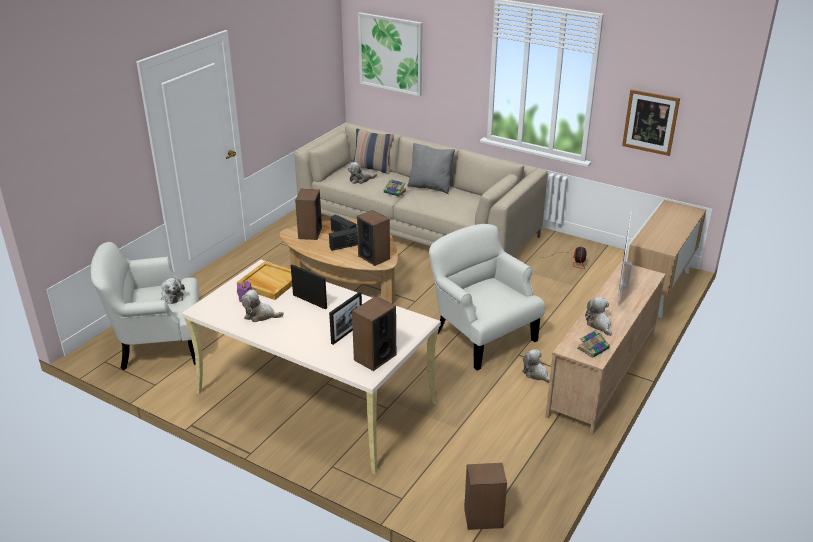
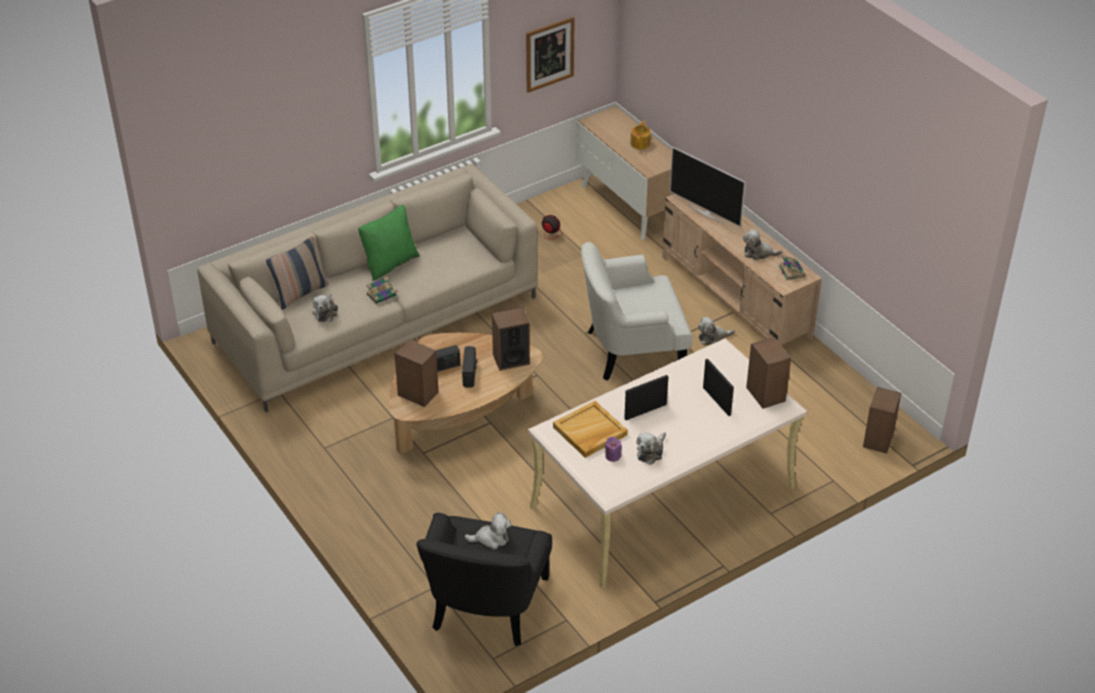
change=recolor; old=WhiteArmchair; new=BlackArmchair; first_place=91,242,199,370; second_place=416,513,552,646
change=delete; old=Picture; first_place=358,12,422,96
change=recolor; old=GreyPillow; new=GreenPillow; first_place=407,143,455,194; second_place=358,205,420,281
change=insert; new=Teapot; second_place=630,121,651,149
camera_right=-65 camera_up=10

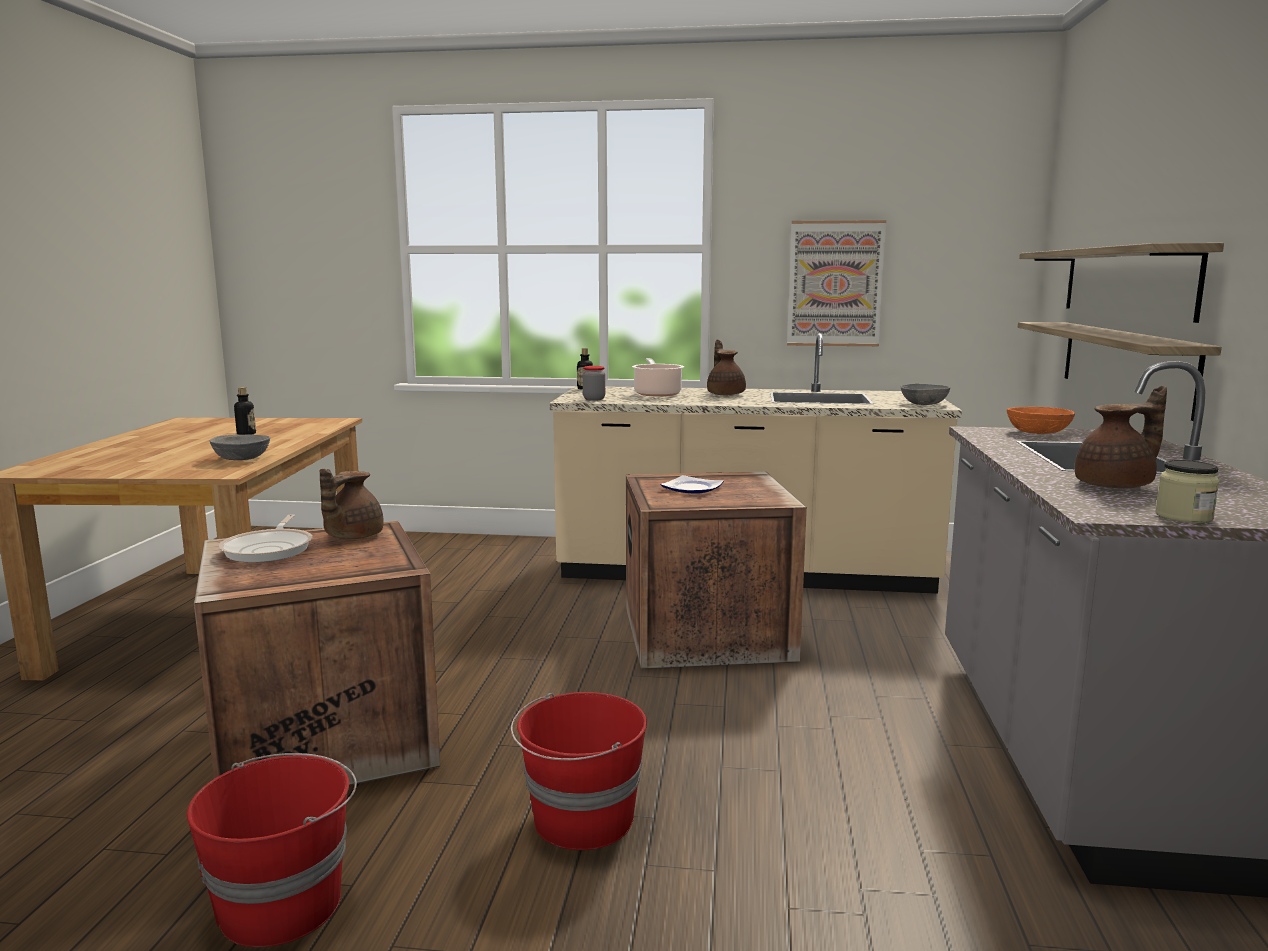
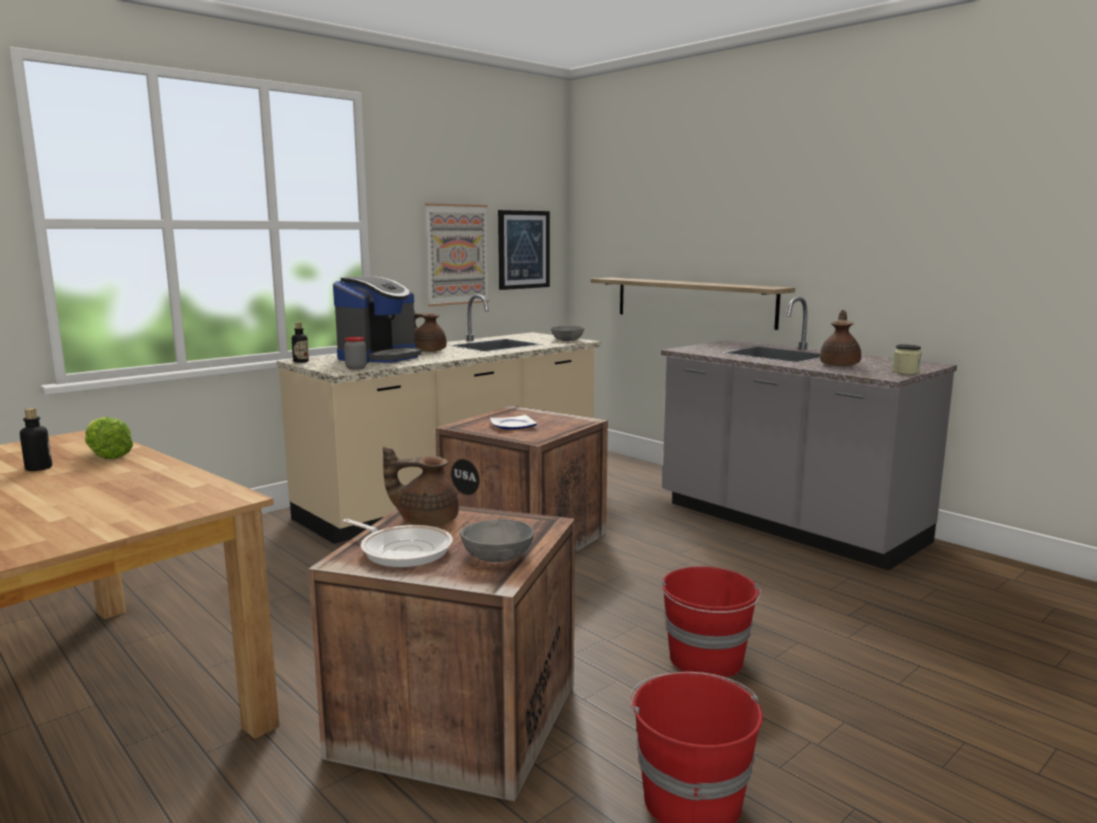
change=move; old=GreyBowl; first_place=210,435,270,460; second_place=460,519,534,562
change=rotate; old=BrownTeapot; first_place=320,469,384,539; second_place=383,447,459,526; degrees=120
change=replace; old=CookingPot; new=CoffeeMachine; first_place=632,358,684,397; second_place=333,276,422,363
change=delete; old=OrangeBowl; first_place=1007,407,1075,434
change=delete; old=Shelf; first_place=1019,243,1224,323
change=insert; new=Lettuce; second_place=85,417,133,459
change=insert; new=Picture; second_place=498,210,550,290
camera_right=-50 camera_up=0

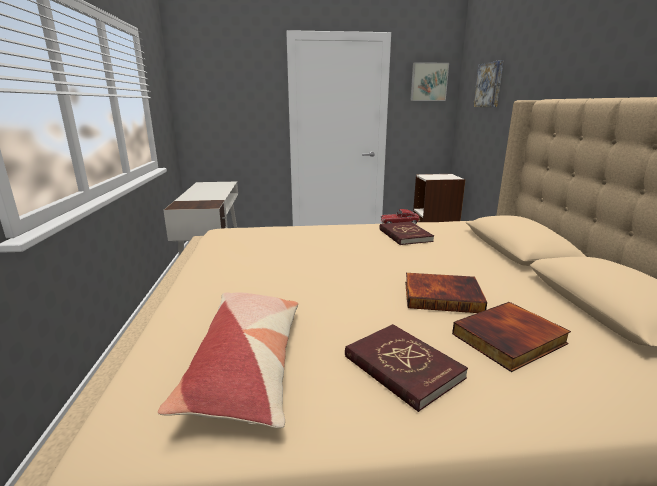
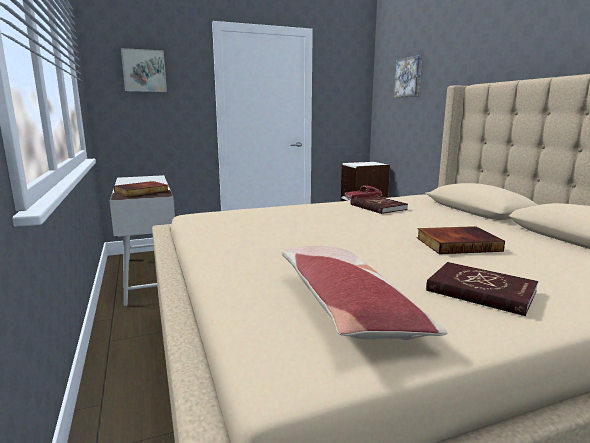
change=move; old=Picture; first_place=410,62,449,101; second_place=121,48,167,92
change=move; old=Book; first_place=452,302,571,372; second_place=114,181,169,197
camera_right=-15 camera_up=-5

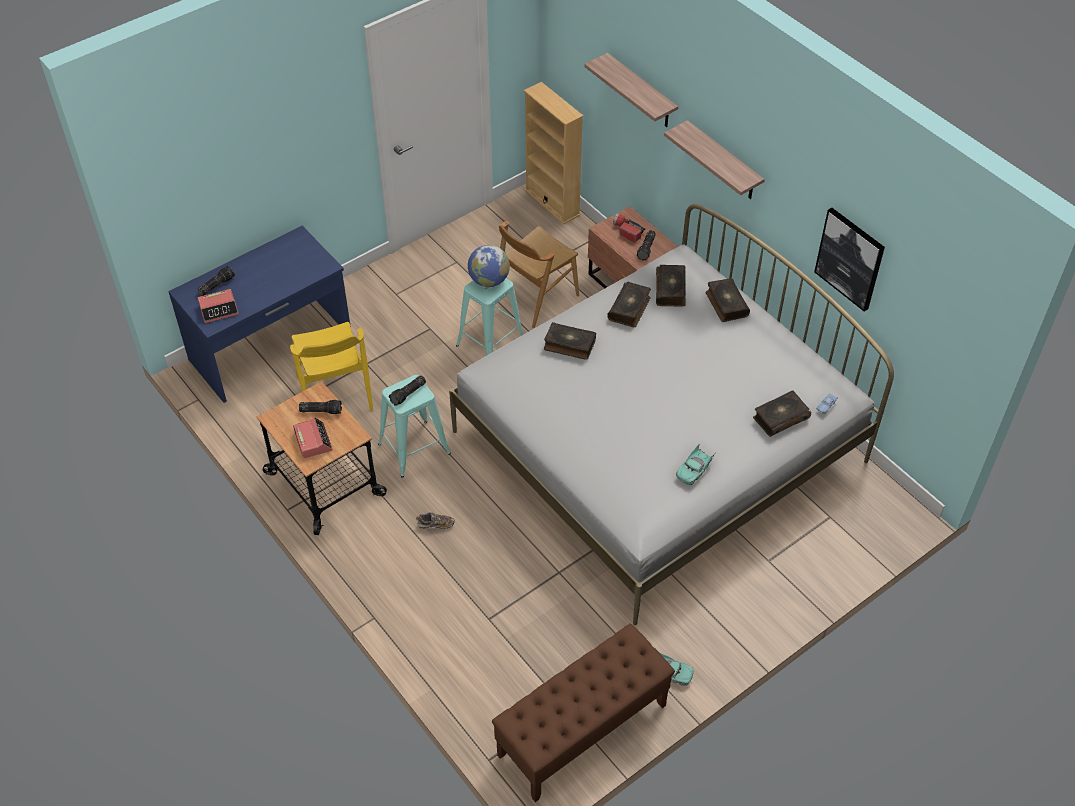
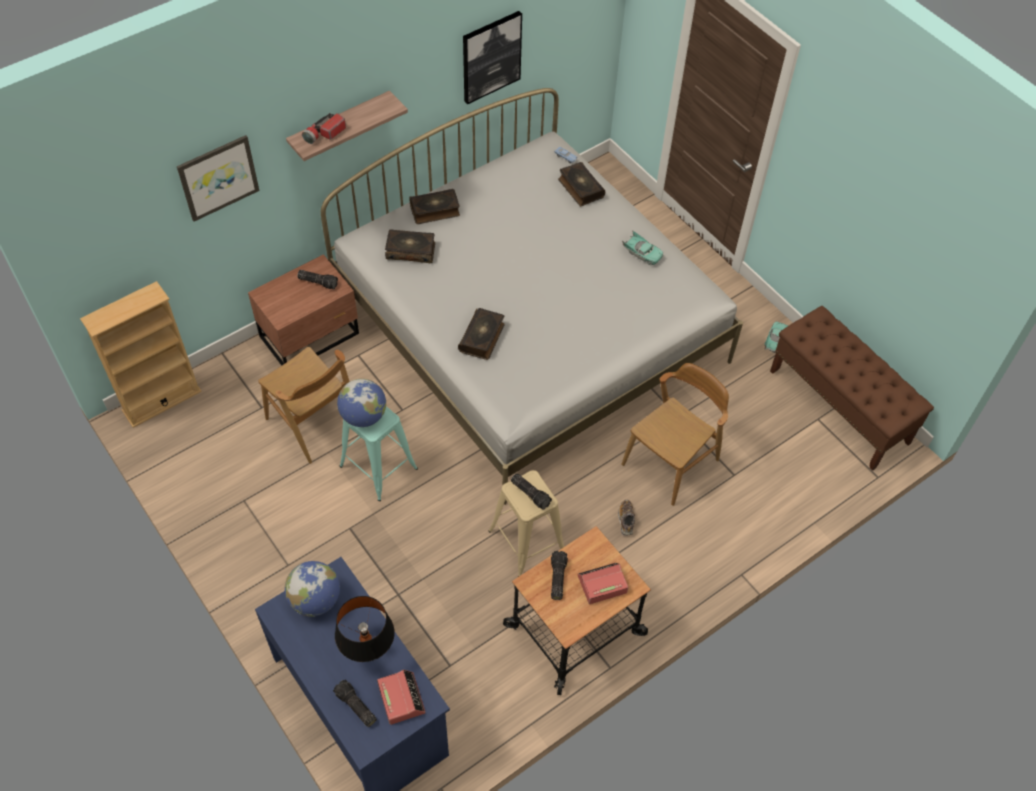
change=delete; old=YellowChair; first_place=290,322,373,411
change=recolor; old=TurquoiseStool; new=BeigeStool; first_place=378,375,451,477; second_place=488,470,564,577
change=replace; old=Shelf; new=Picture; first_place=584,53,678,127; second_place=177,135,260,222
change=delete; old=Book; first_place=607,282,651,327
change=move; old=Flashlight; first_place=613,213,646,242; second_place=302,113,346,144
change=insert; new=Globe; second_place=285,561,340,617
change=insert; new=BlackTableLamp; second_place=335,596,395,662
change=insert; new=BrownChair; second_place=622,363,729,506
camera_right=-90 camera_up=5

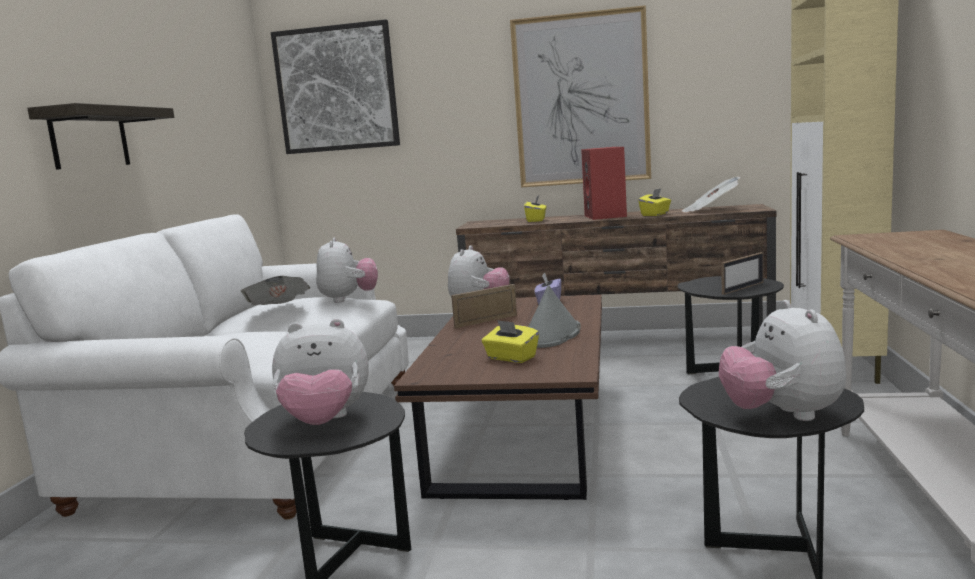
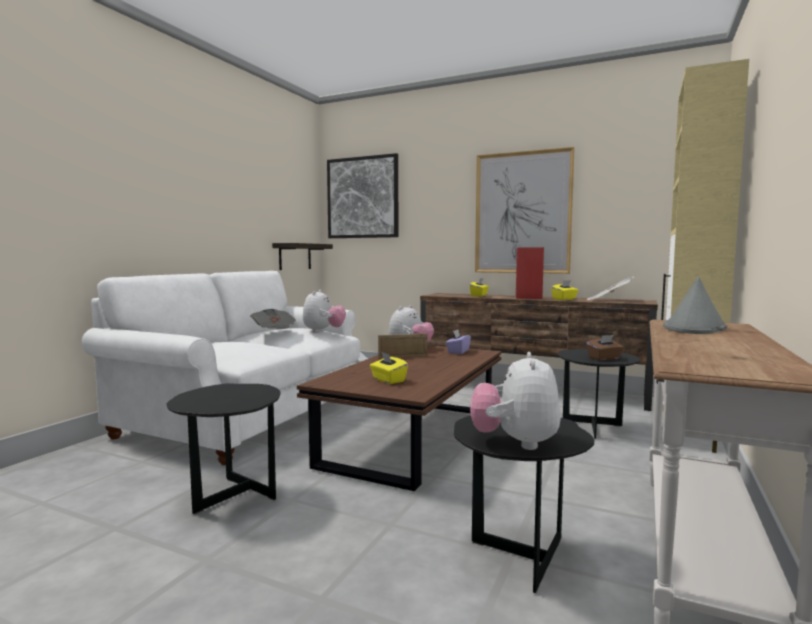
change=move; old=Shelf; first_place=27,103,174,170; second_place=272,243,333,270
change=delete; old=PlushToy; first_place=272,319,369,425
change=move; old=GreyHat; first_place=528,285,581,348; second_place=663,277,727,334
change=replace; old=PictureFrame; new=BrownTissueBox; first_place=721,252,763,295; second_place=586,335,624,361
camera_right=15 camera_up=-5

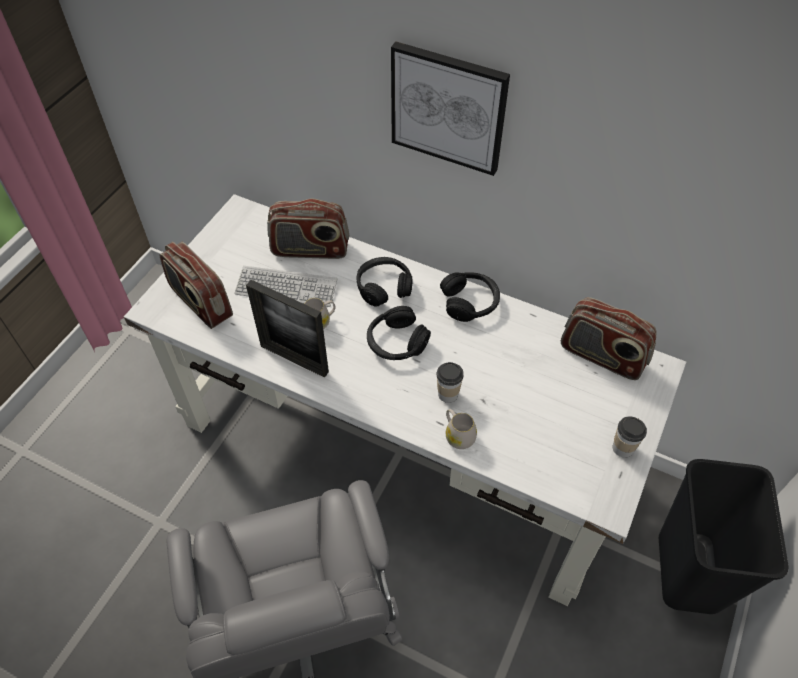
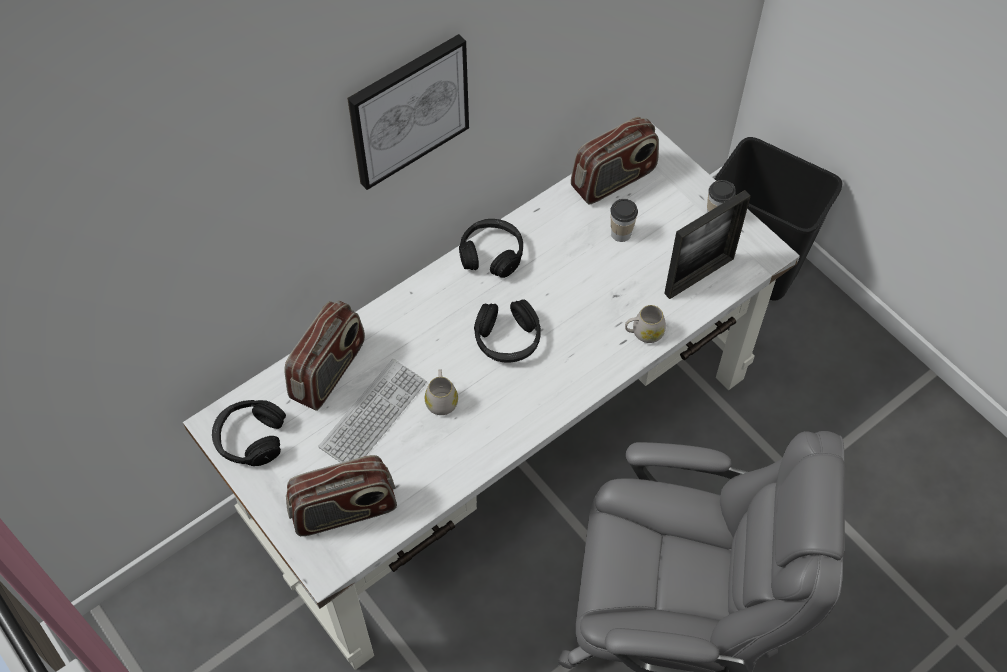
change=move; old=PictureFrame; first_place=246,280,329,378; second_place=664,190,751,299
change=move; old=BlackHeadphones; first_place=356,257,413,307; second_place=212,400,286,466
change=move; old=Cup; first_place=436,362,464,403; second_place=610,199,638,242
camera_right=-65 camera_up=5

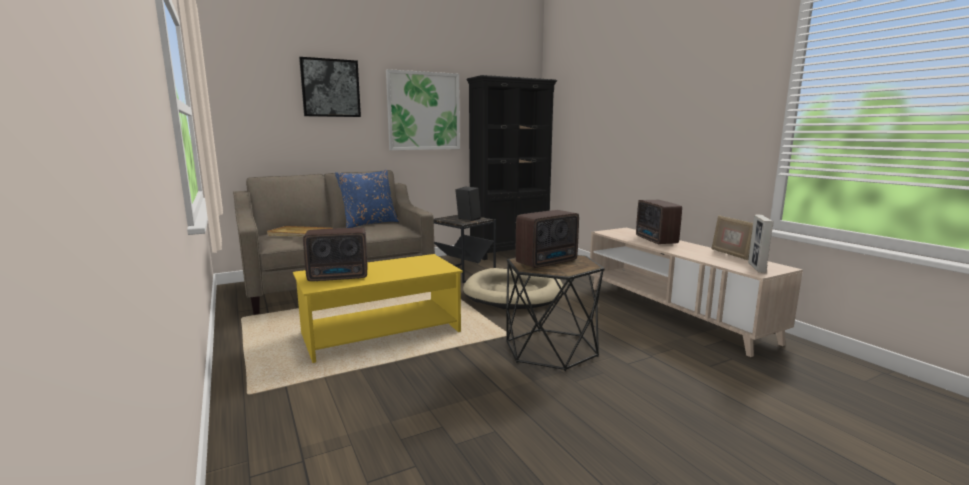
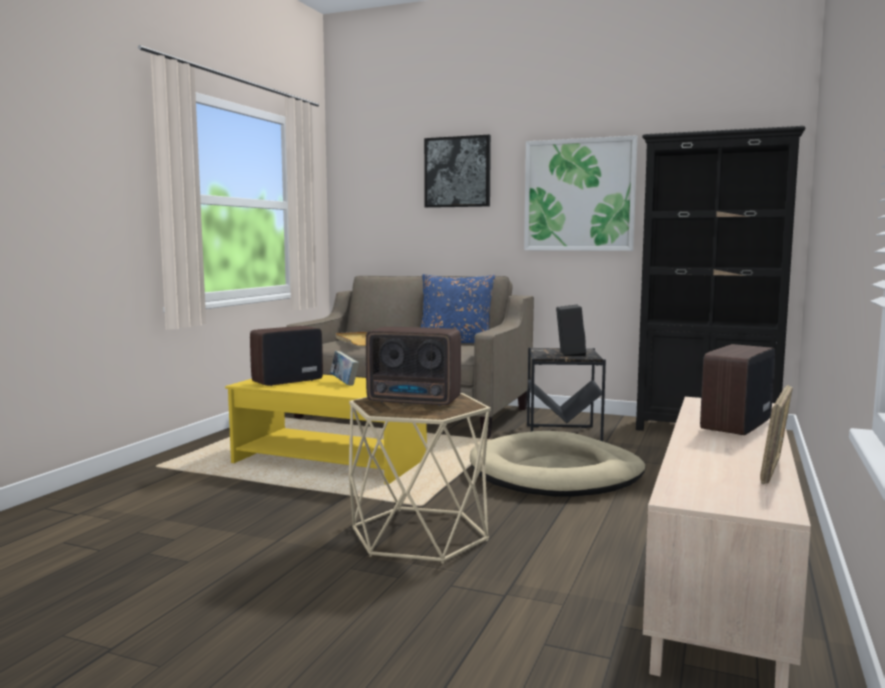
change=rotate; old=Radio; first_place=303,228,368,281; second_place=250,326,323,386; degrees=105
change=recolor; old=BlackSideTable; new=BeigeSideTable; first_place=506,255,605,371; second_place=349,393,491,564
change=delete; old=PictureFrame; first_place=748,215,774,273
change=insert; new=Book; second_place=330,351,359,386
camera_right=50 camera_up=-5

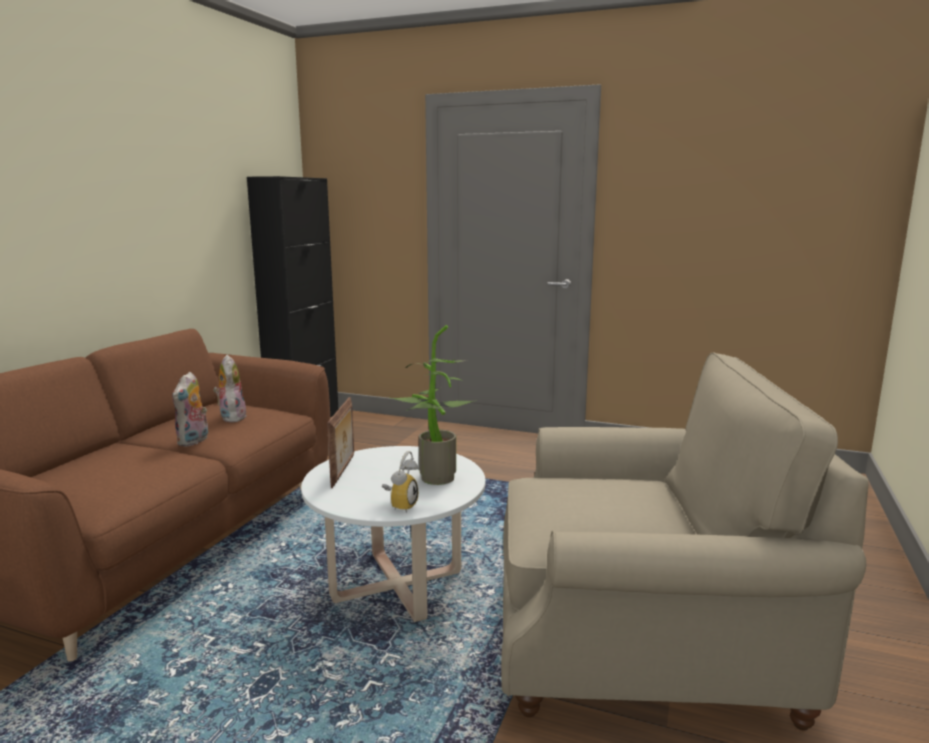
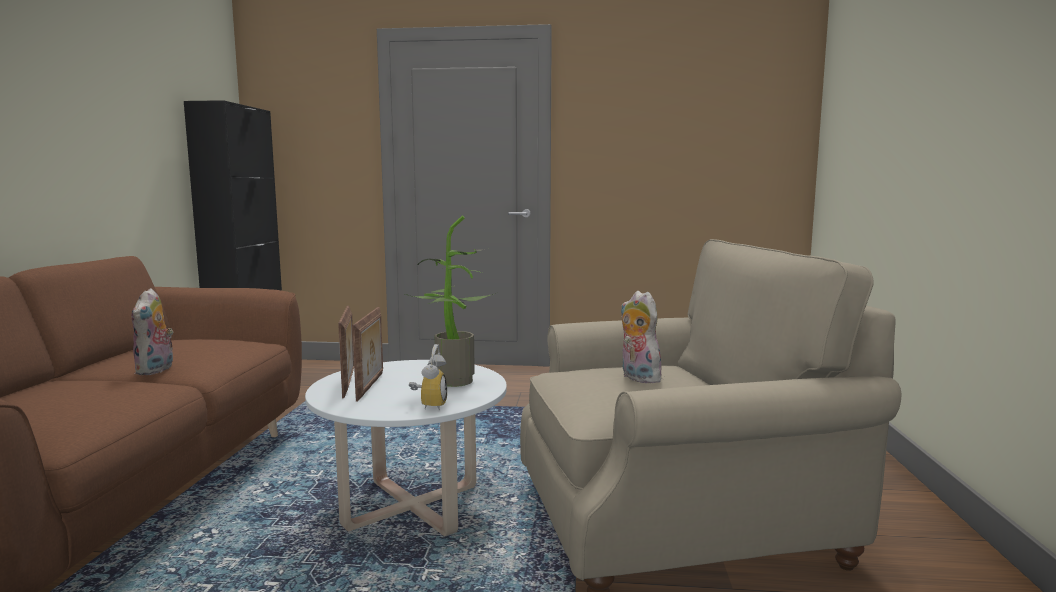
change=move; old=PlushToy; first_place=213,355,247,422; second_place=620,291,662,383
change=insert; new=PictureFrame; second_place=352,307,383,402
camera_right=-15 camera_up=-5

